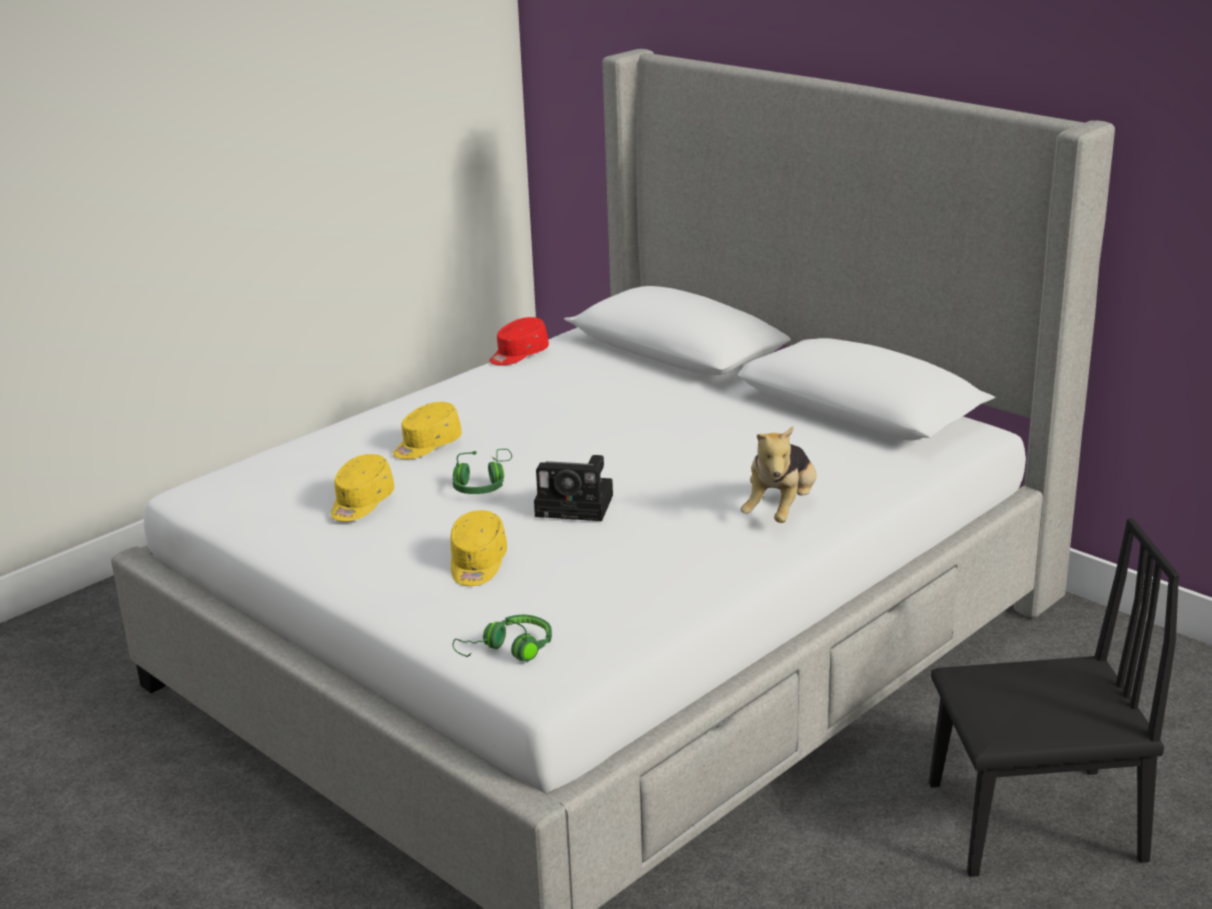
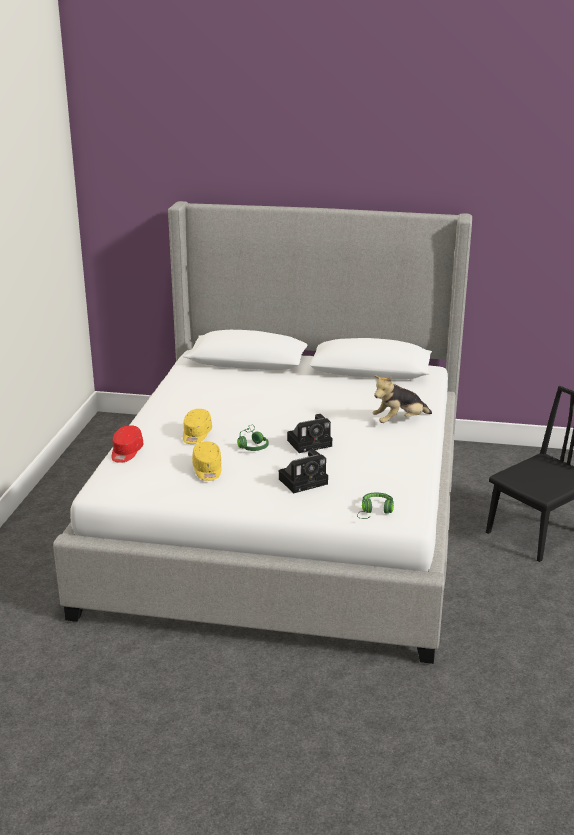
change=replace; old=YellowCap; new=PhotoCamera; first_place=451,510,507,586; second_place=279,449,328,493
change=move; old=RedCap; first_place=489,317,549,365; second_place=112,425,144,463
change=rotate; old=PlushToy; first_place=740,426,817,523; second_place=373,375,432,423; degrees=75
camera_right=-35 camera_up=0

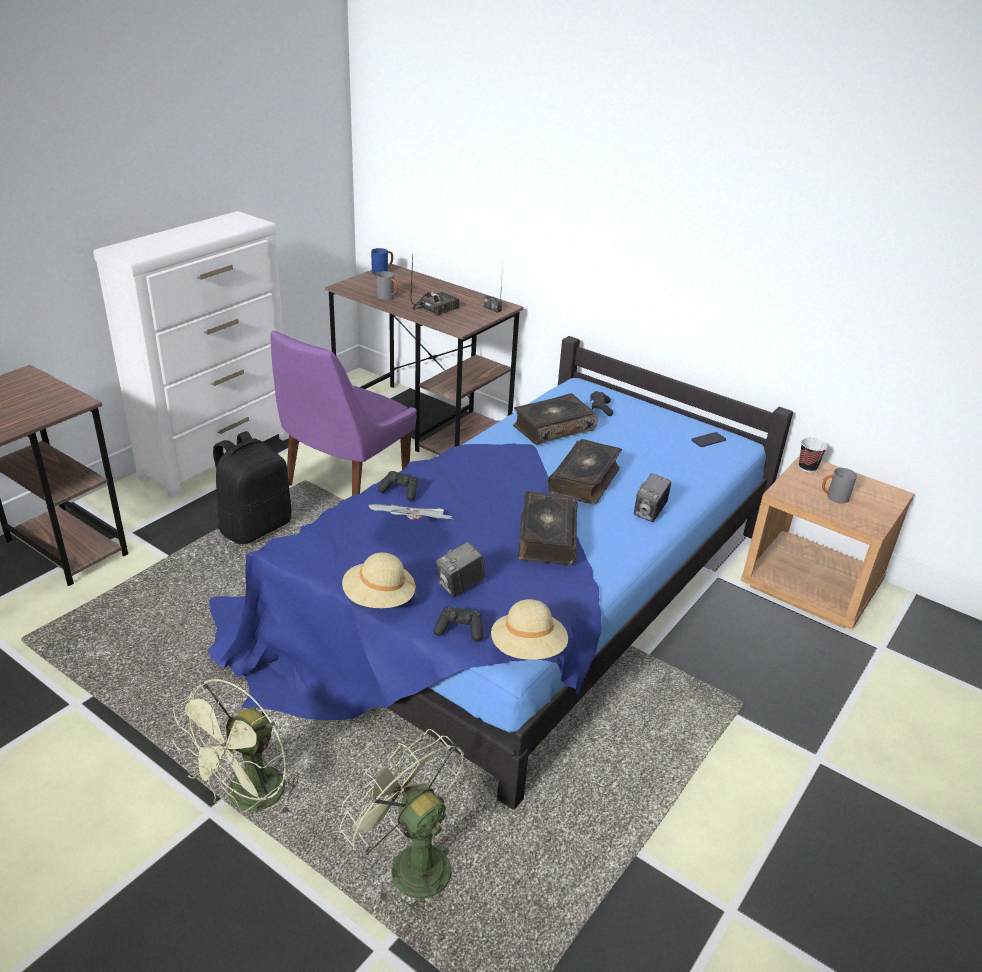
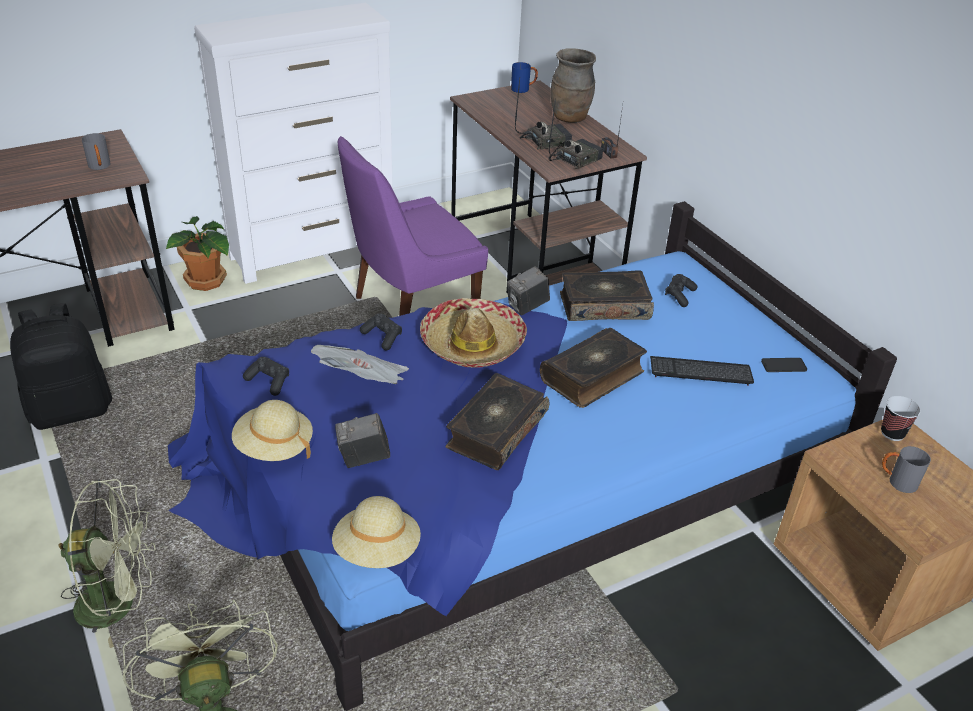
change=rotate; old=GreenFan; first_place=173,679,300,815; second_place=58,479,156,648; degrees=-150
change=move; old=BlackBackpack; first_place=213,431,291,544; second_place=10,303,112,430
change=move; old=GreyMug; first_place=376,271,397,300; second_place=82,133,111,170
change=move; old=BlackGameController; first_place=433,607,483,642; second_place=243,357,289,396
change=move; old=PhotoCamera; first_place=634,473,671,522; second_place=507,266,550,315
change=insert; new=PottedPlant; second_place=166,216,229,291
change=insert; new=Hat; second_place=420,298,527,368
change=insert; new=Radio; second_place=549,99,603,169
change=insert; new=BrownVase; second_place=551,48,596,123
change=insert; new=Keyboard; second_place=650,356,754,386
camera_right=25 camera_up=5

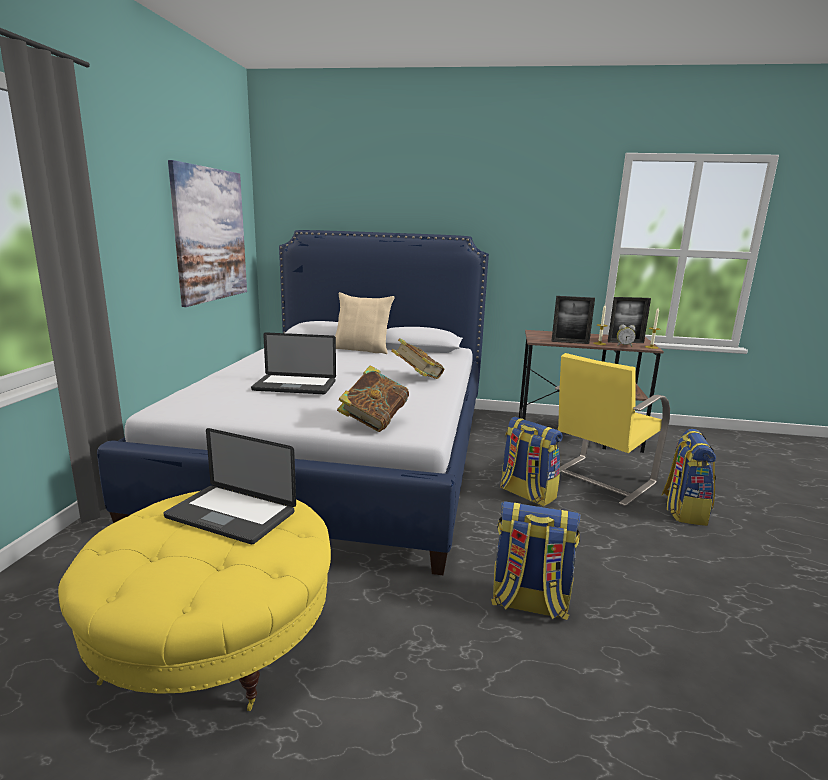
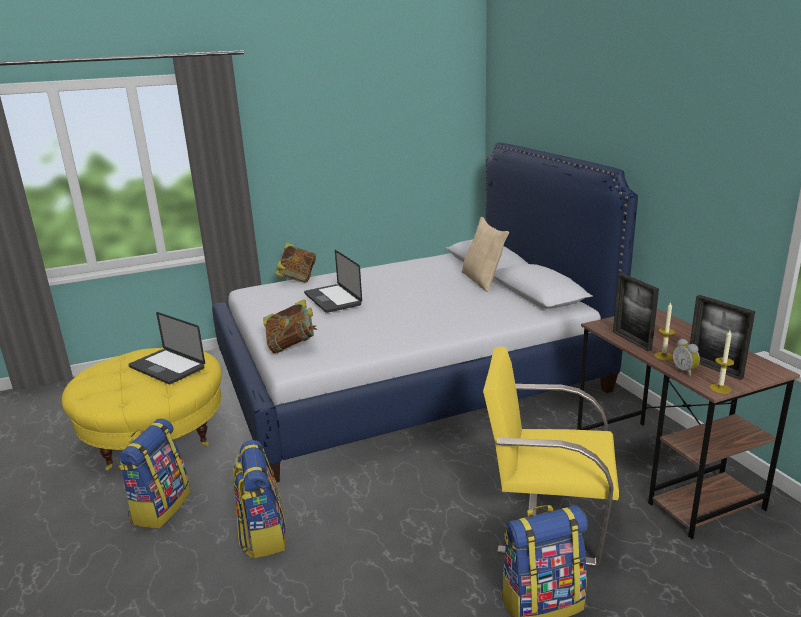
change=rotate; old=Laptop; first_place=164,428,296,544; second_place=128,312,205,384; degrees=-45
change=delete; old=Picture; first_place=168,160,247,307
change=move; old=Book; first_place=391,338,444,379; second_place=275,242,316,283
change=move; old=Backpack; first_place=500,417,563,506; second_place=118,419,191,528
camera_right=60 camera_up=5

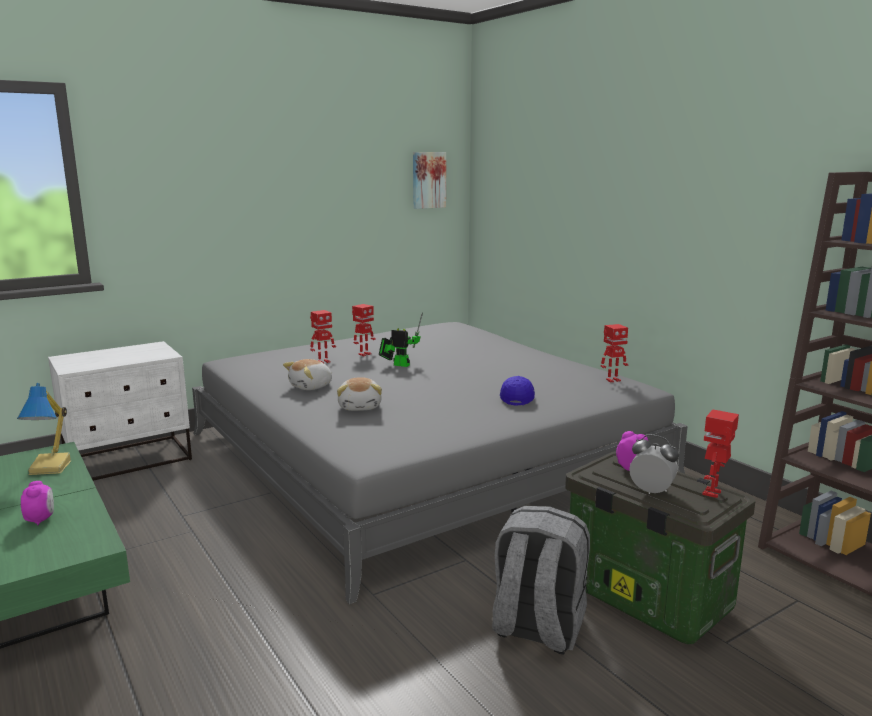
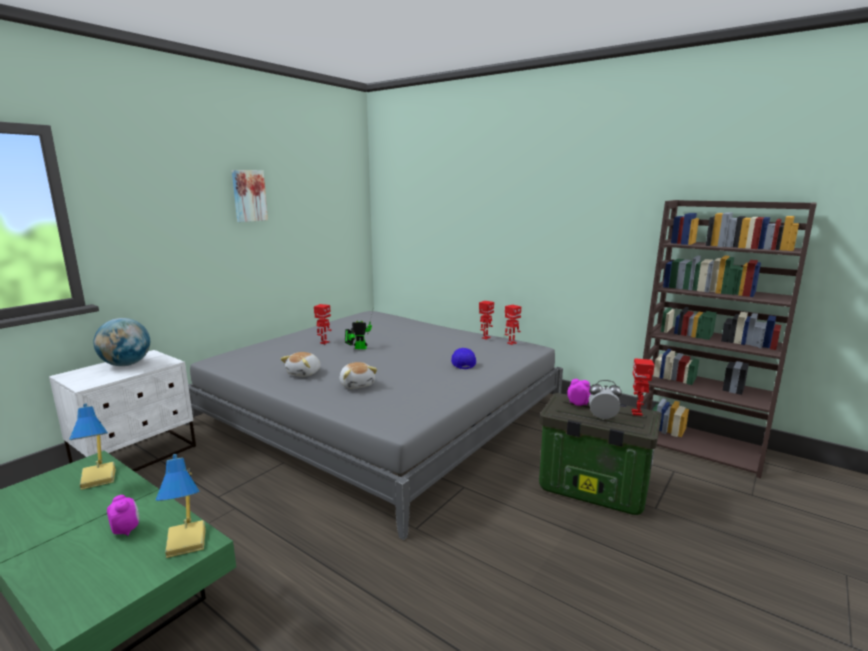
change=move; old=ToyRobot; first_place=310,310,336,363; second_place=479,301,494,340
change=move; old=Picture; first_place=413,152,446,209; second_place=232,170,268,222
change=delete; old=GreyBackpack; first_place=492,506,590,655
change=insert; new=Globe; second_place=94,318,150,366
change=insert; new=TableLamp; second_place=156,454,206,558
camera_right=-20 camera_up=0

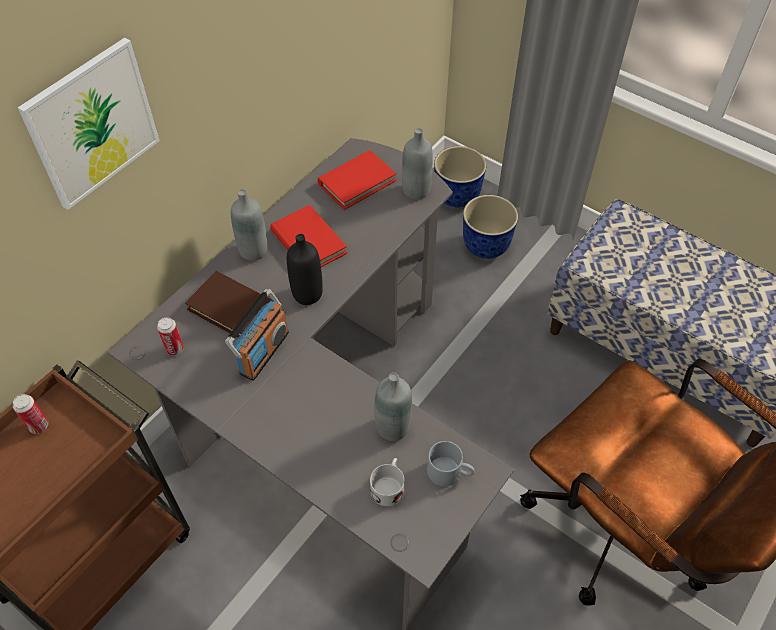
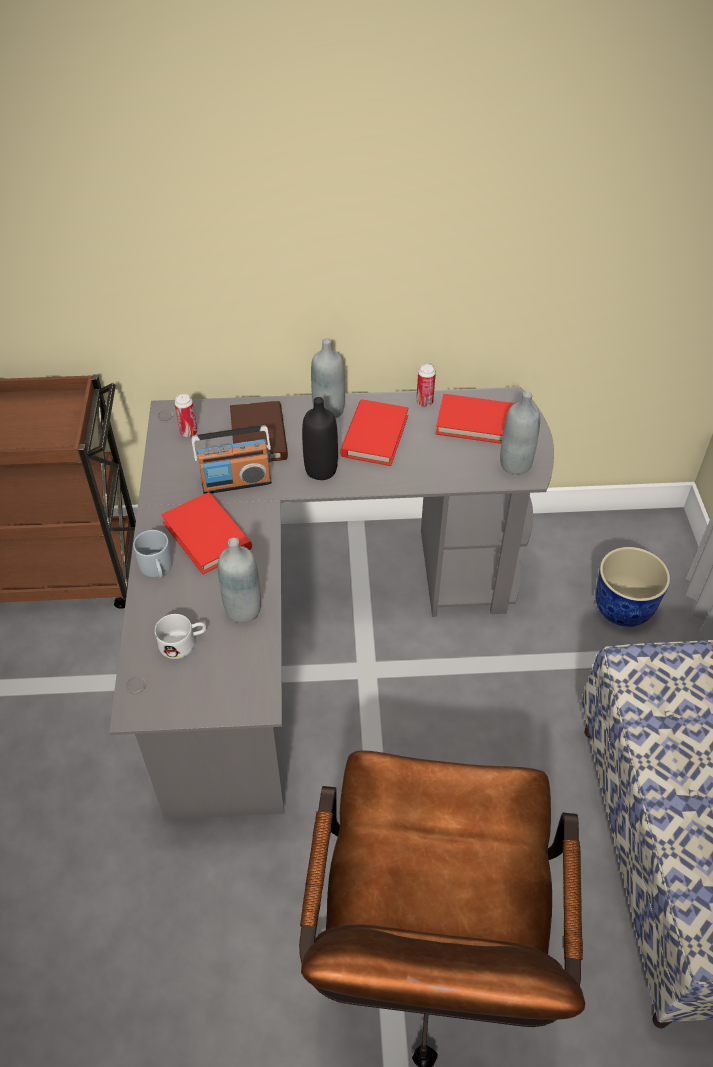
change=move; old=Can; first_place=13,394,48,434; second_place=416,364,436,407
change=delete; old=Picture; first_place=18,38,160,210
change=move; old=GreyMug; first_place=427,441,474,486; second_place=133,530,173,578
change=delete; old=Planter; first_place=434,146,486,207
change=insert; new=RedBook; second_place=161,492,252,574
camera_right=50 camera_up=-5

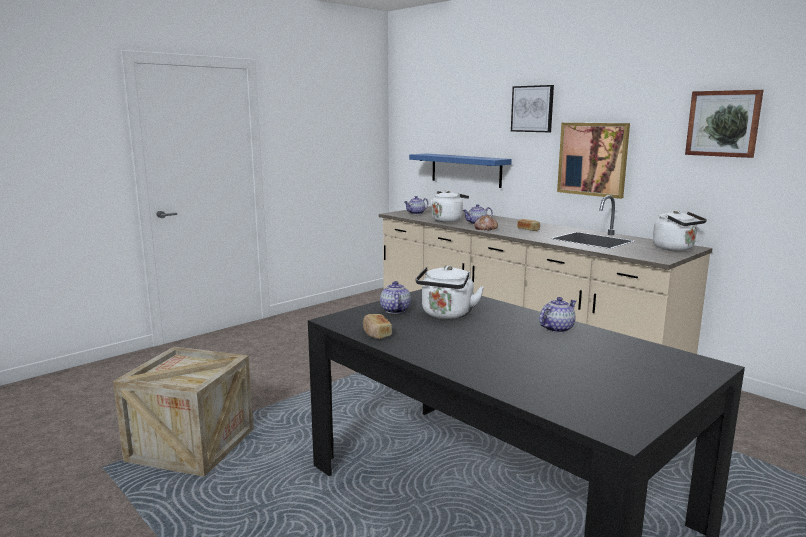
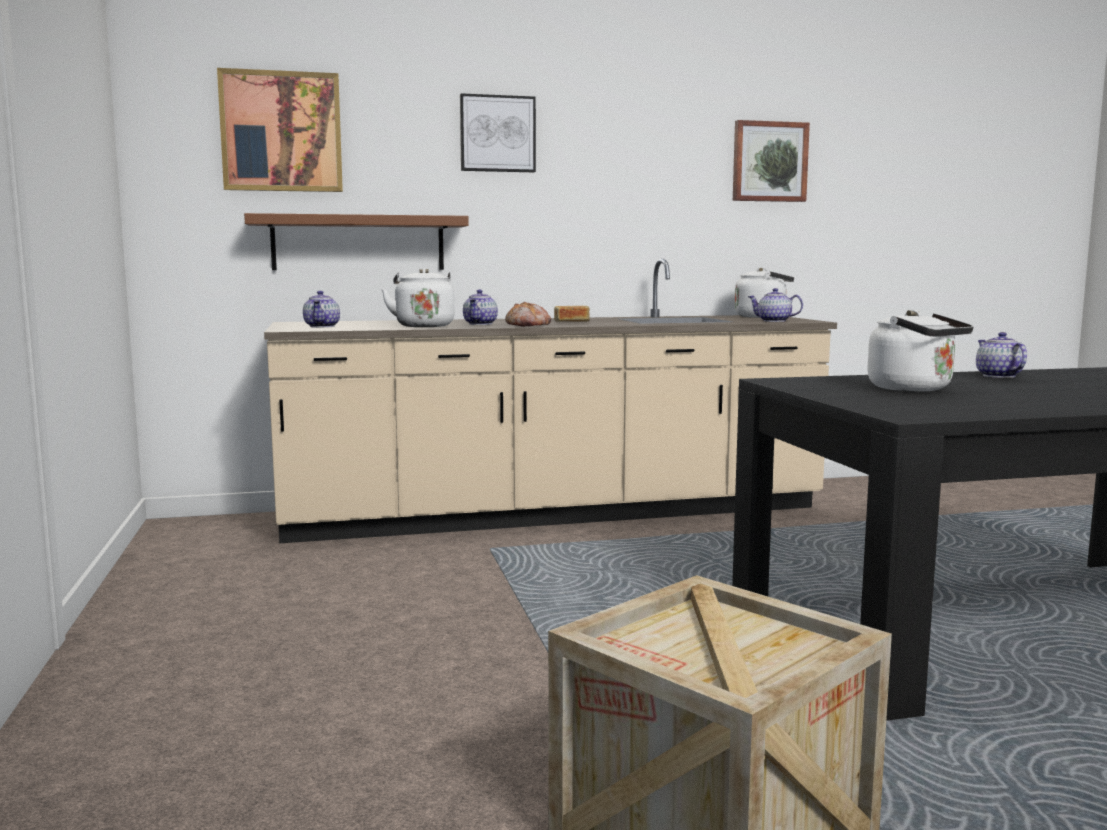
change=delete; old=Bread; first_place=363,314,392,339
change=move; old=Teapot; first_place=380,281,411,314; second_place=748,288,803,322
change=recolor; old=BlueShelf; new=BrownShelf; first_place=409,153,512,188; second_place=244,213,469,270
change=move; old=Picture; first_place=557,123,630,199; second_place=217,68,343,192
camera_right=-60 camera_up=-5

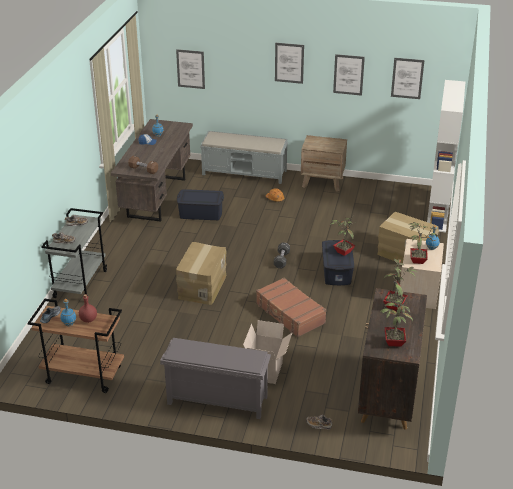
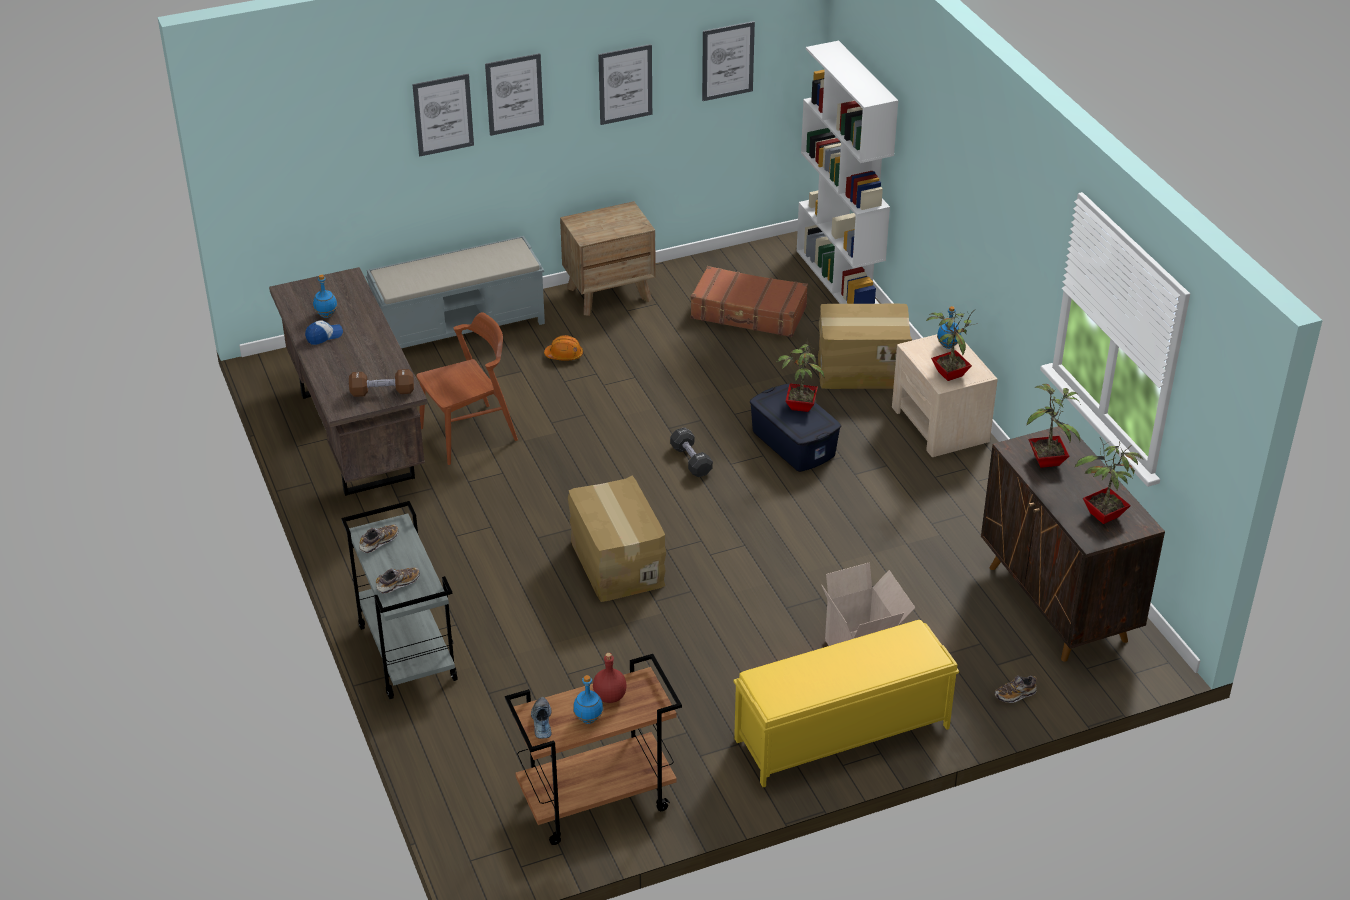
change=replace; old=GreyShoeRack; new=YellowBench; first_place=160,338,271,419; second_place=733,620,959,787
change=move; old=Picture; first_place=176,49,205,89; second_place=412,74,474,156
change=replace; old=BlueStorageBox; new=BrownChair; first_place=177,189,224,220; second_place=416,312,518,465
change=move; old=BrownSuitcase; first_place=256,278,327,337; second_place=691,266,808,337
camera_right=-35 camera_up=5

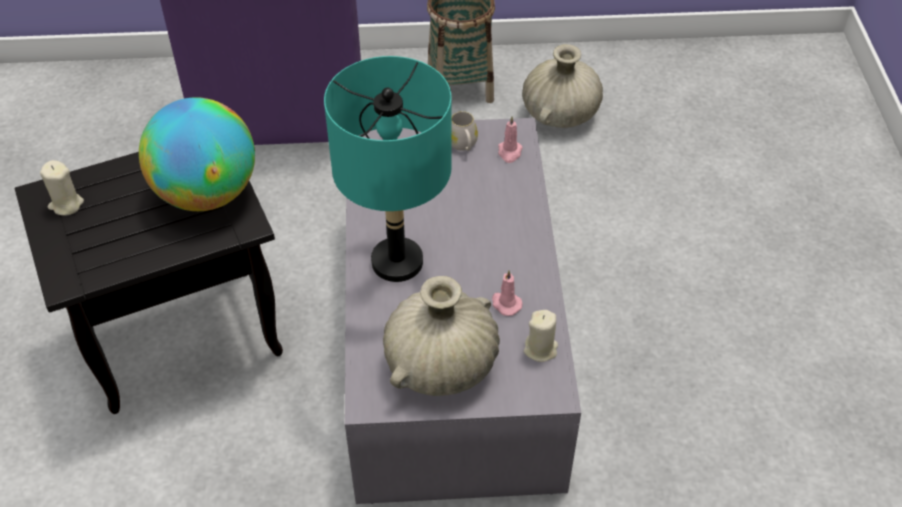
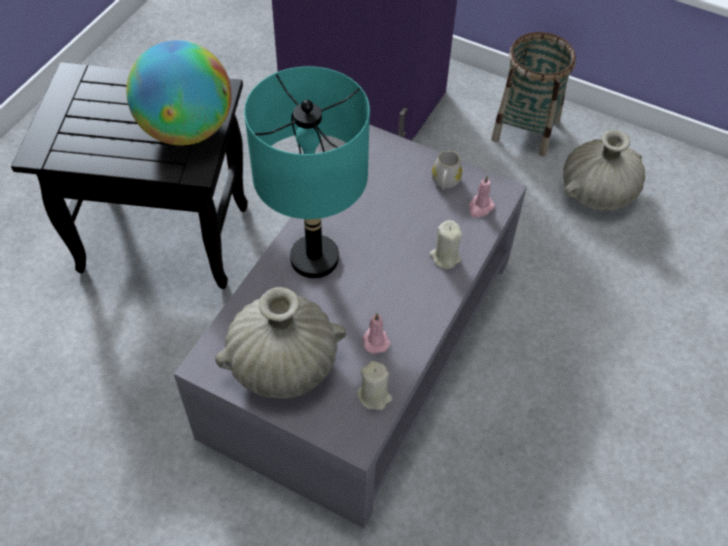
change=move; old=BeigeCandle; first_place=40,160,84,216; second_place=430,220,462,269
camera_right=30 camera_up=5

